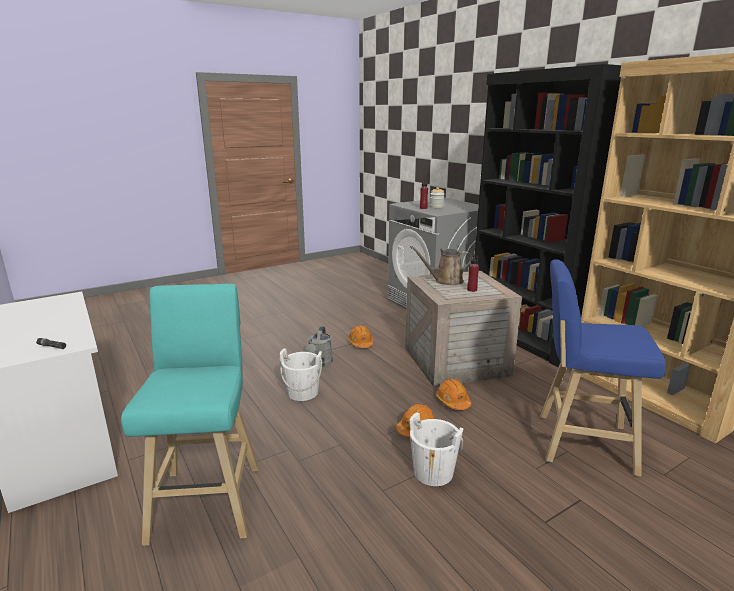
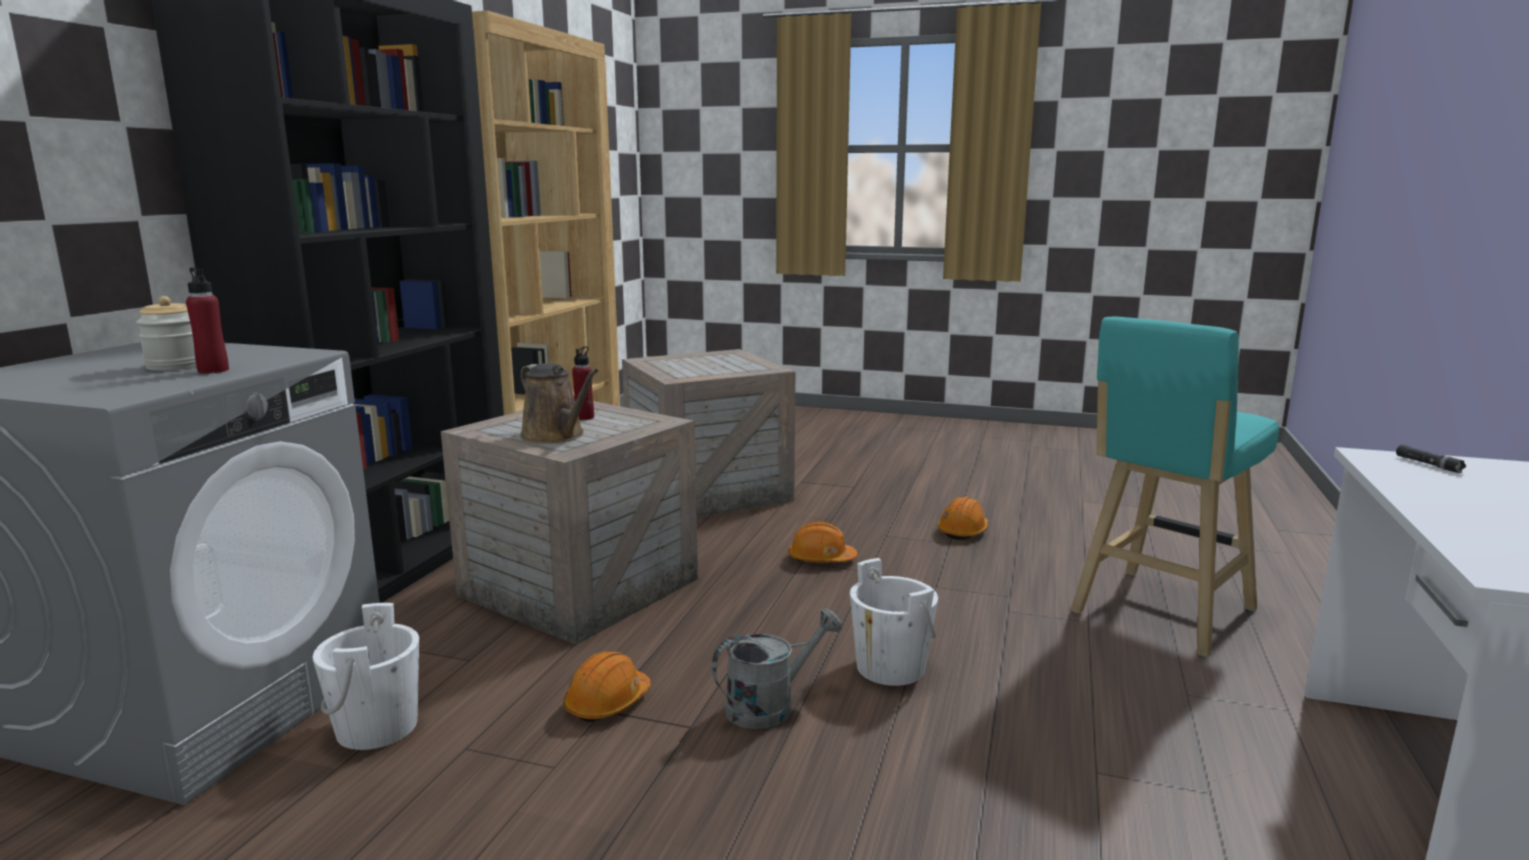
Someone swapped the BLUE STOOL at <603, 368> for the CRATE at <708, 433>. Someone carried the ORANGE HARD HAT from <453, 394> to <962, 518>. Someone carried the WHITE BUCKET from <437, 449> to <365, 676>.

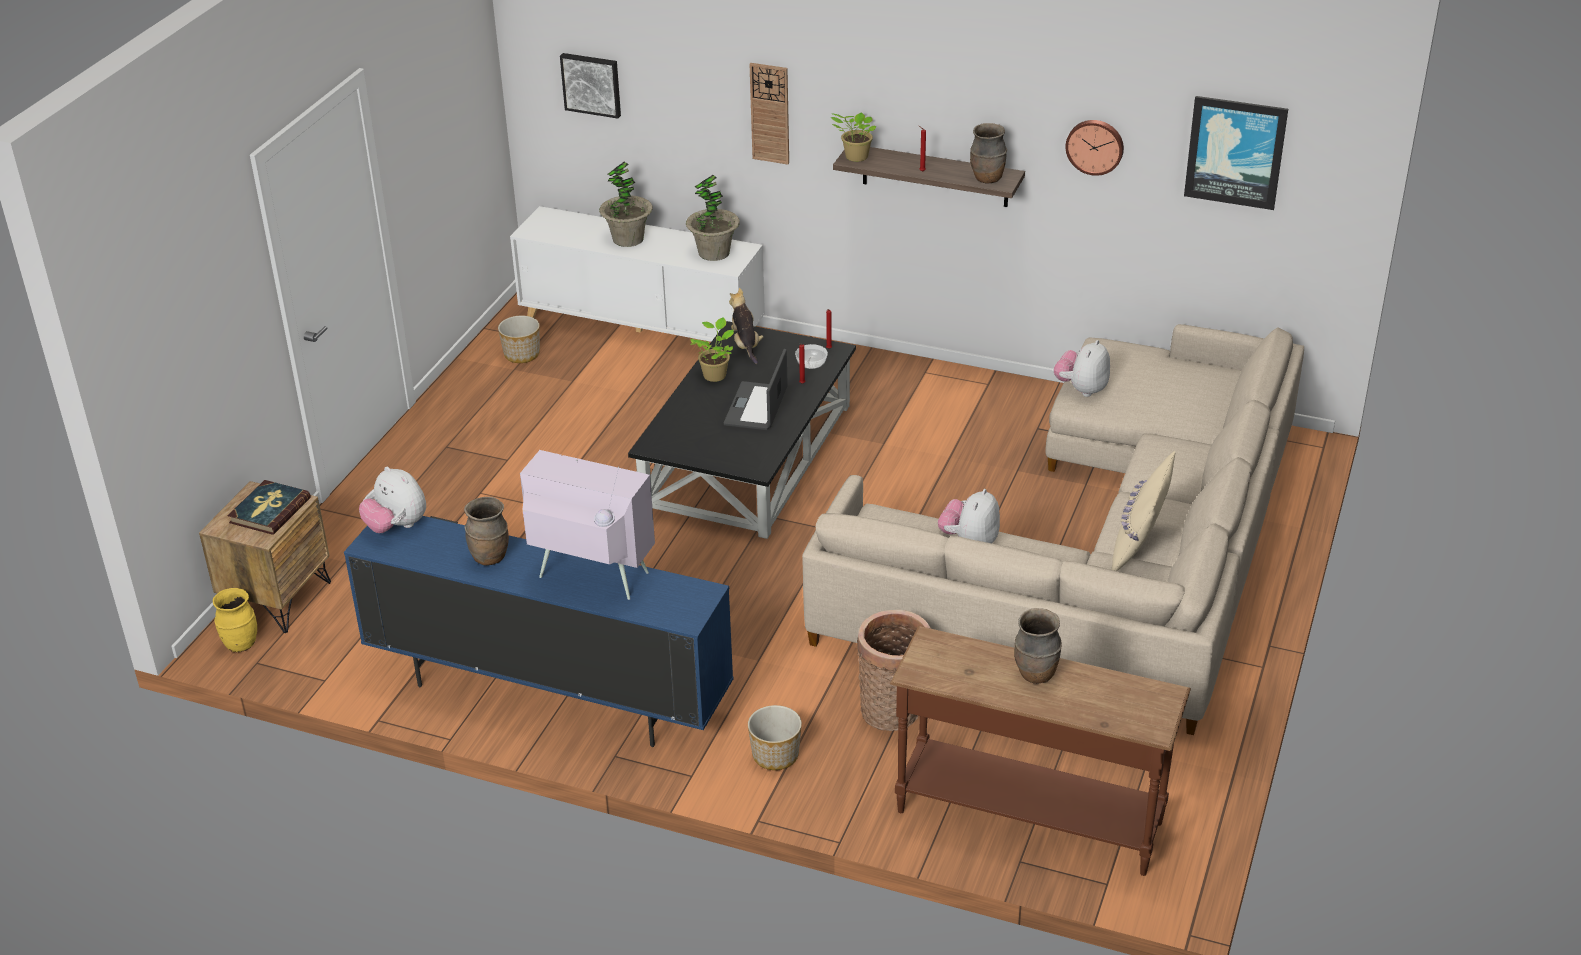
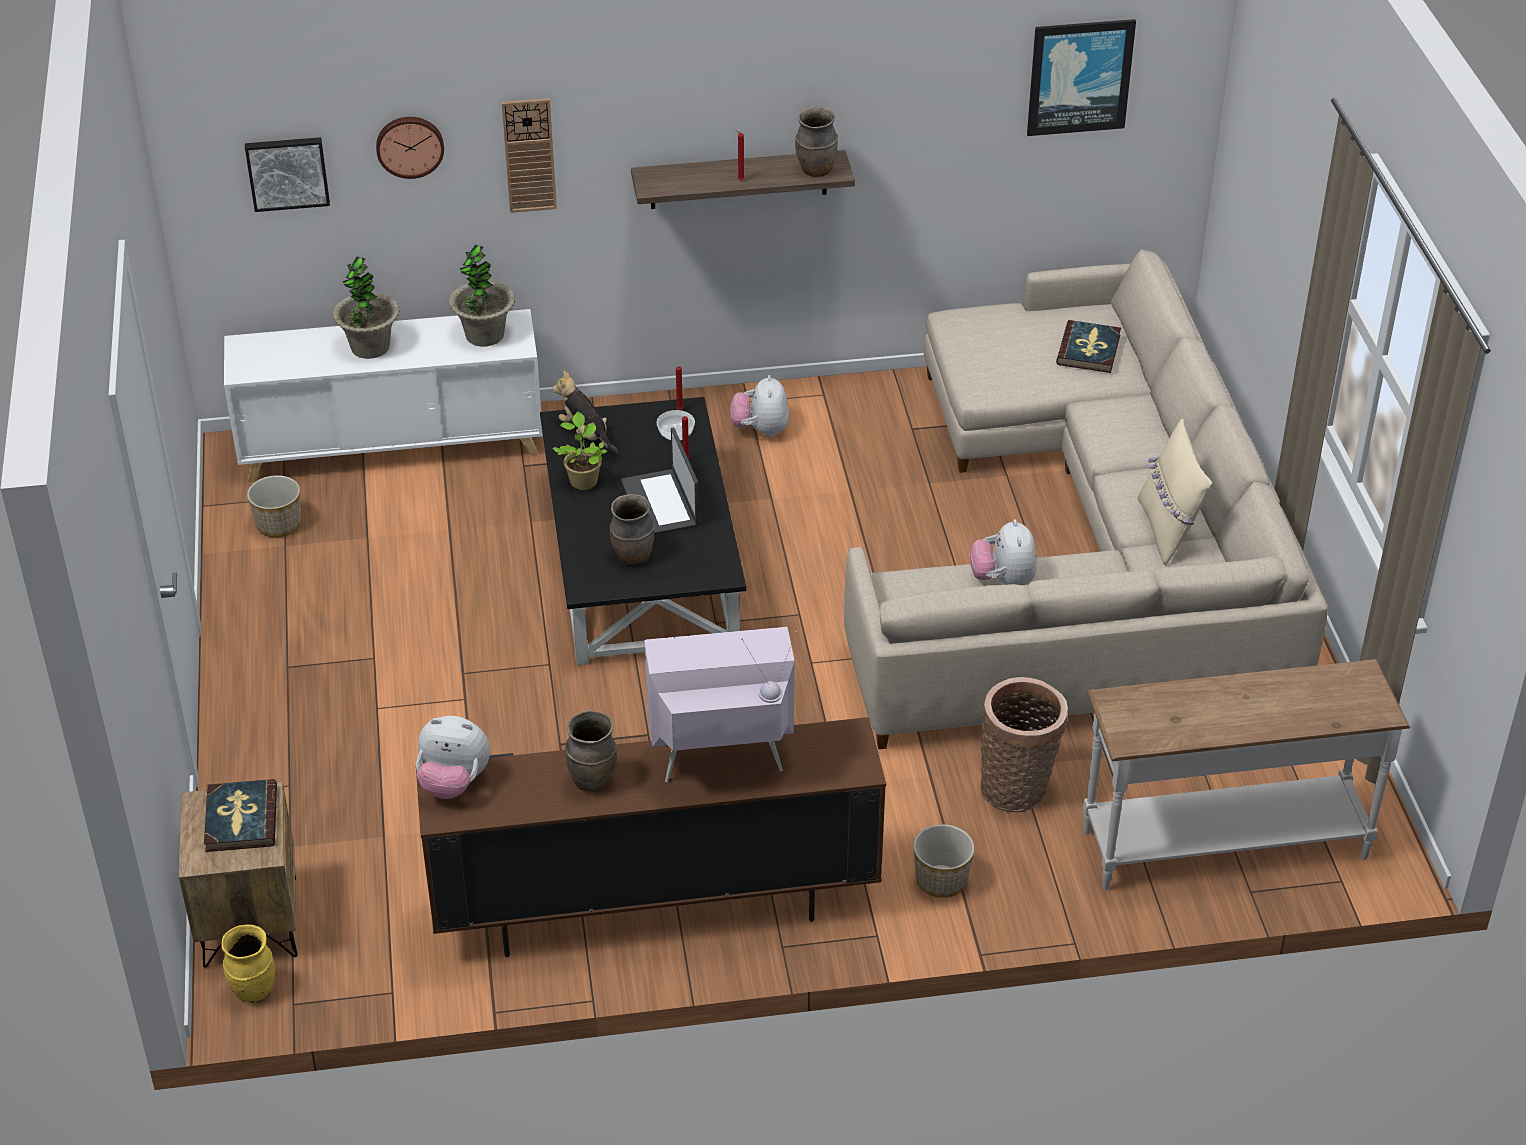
Someone took away the POTTED PLANT at <853, 137>. Someone carried the WALL CLOCK from <1094, 148> to <410, 148>. Someone carried the PLUSH TOY from <1082, 368> to <759, 406>. Someone repainted the BLUE TV STAND at <539, 631>, which became the BROWN TV STAND at <651, 837>. Someone carried the BROWN VASE from <1038, 646> to <632, 530>. Someone repainted the BROWN CONSOLE TABLE at <1040, 751>, which became the WHITE CONSOLE TABLE at <1246, 774>. Someone put down the BOOK at <1088, 346>.

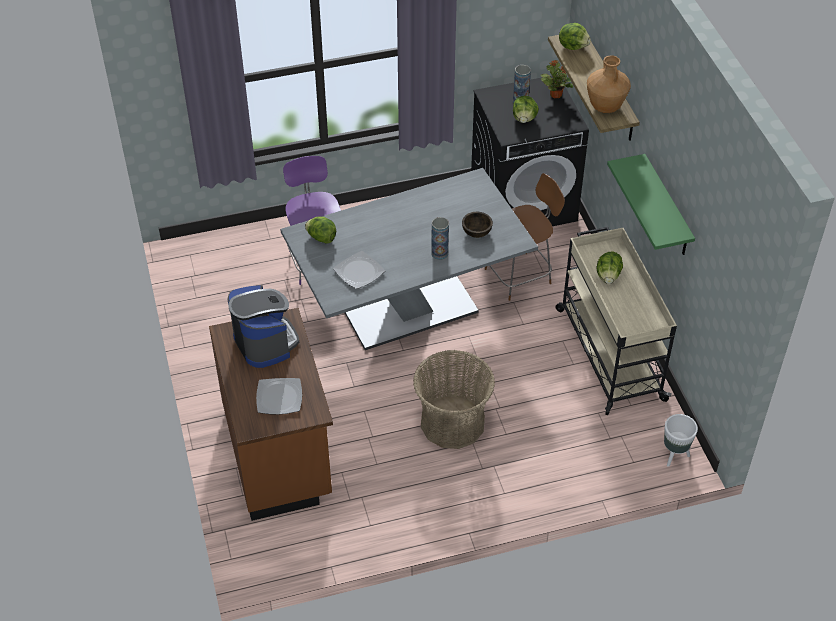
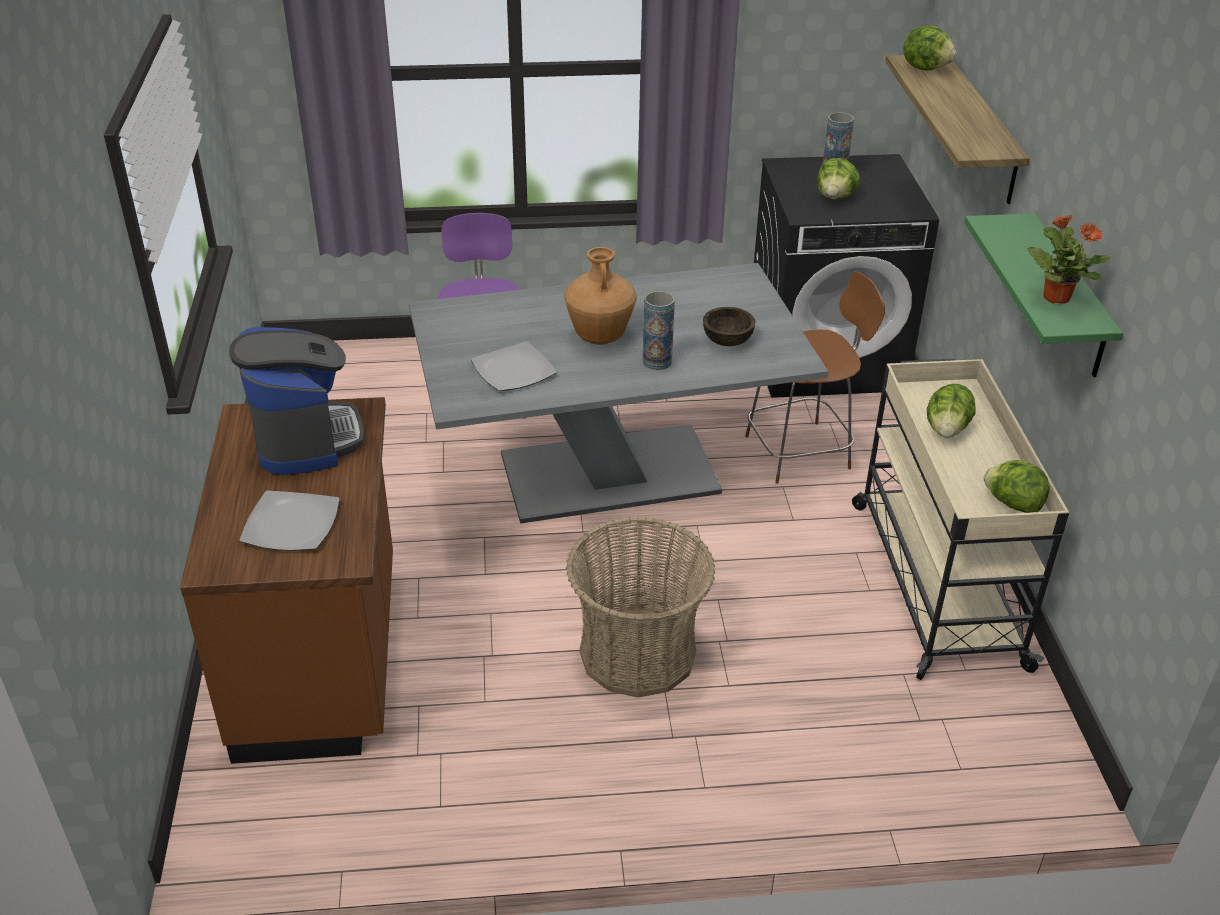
Someone carried the BROWN VASE from <609, 84> to <600, 296>. Someone carried the POTTED PLANT from <556, 79> to <1069, 259>. Someone carried the LETTUCE from <320, 230> to <1016, 486>. Someone took away the WHITE PLANTER at <681, 440>.

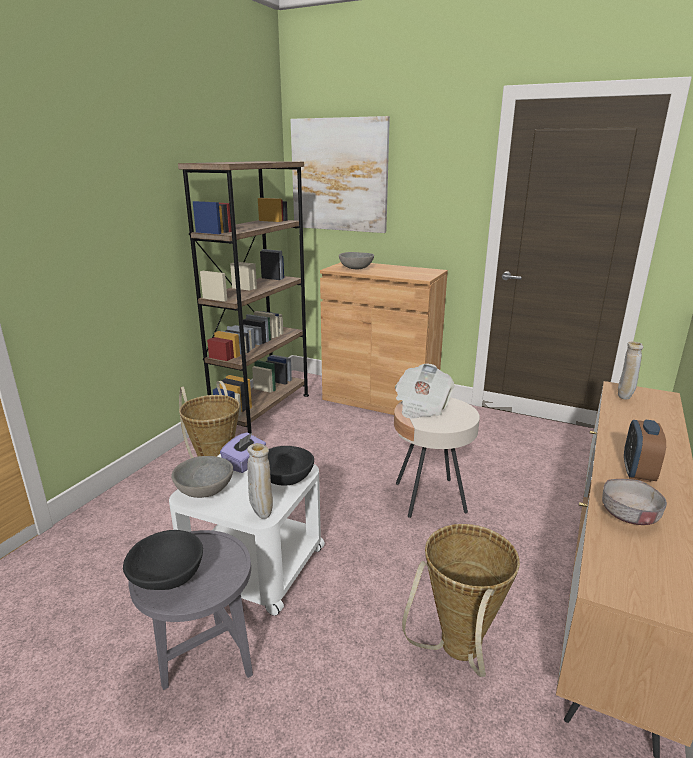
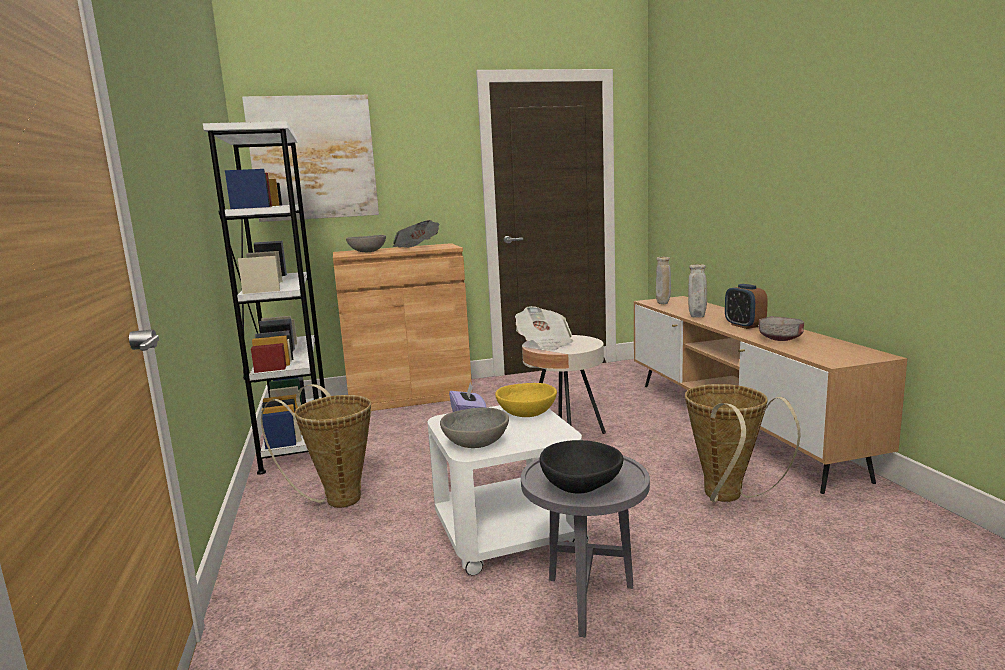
Someone repainted the BROWN BOOKCASE at <243, 297>, which became the WHITE BOOKCASE at <264, 298>. Someone carried the BEIGE VASE from <260, 481> to <697, 291>. Someone repainted the BLACK BOWL at <291, 466>, which became the YELLOW BOWL at <526, 400>. Someone put down the NEWSPAPER at <416, 234>.

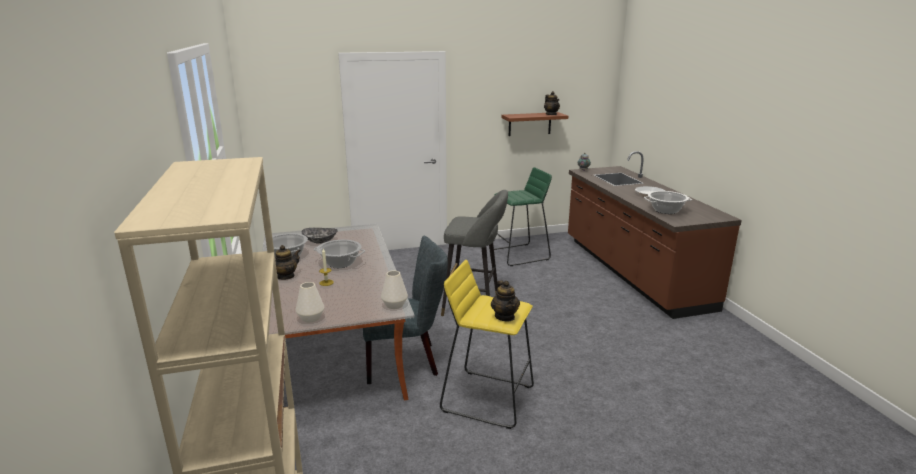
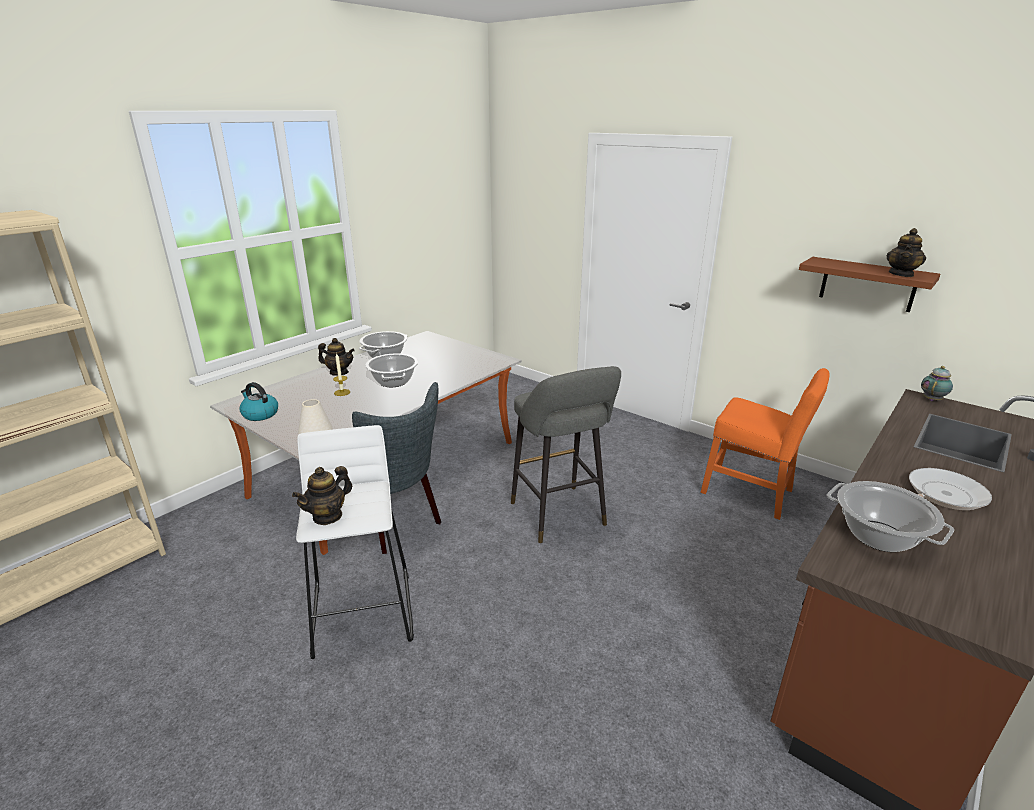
Someone swapped the GREEN STOOL at <523, 216> for the ORANGE CHAIR at <765, 444>. Someone took away the BOWL at <320, 236>. Someone repainted the YELLOW STOOL at <487, 344>, which became the WHITE STOOL at <355, 542>. Someone swapped the WHITE VASE at <310, 302> for the KETTLE at <258, 401>.

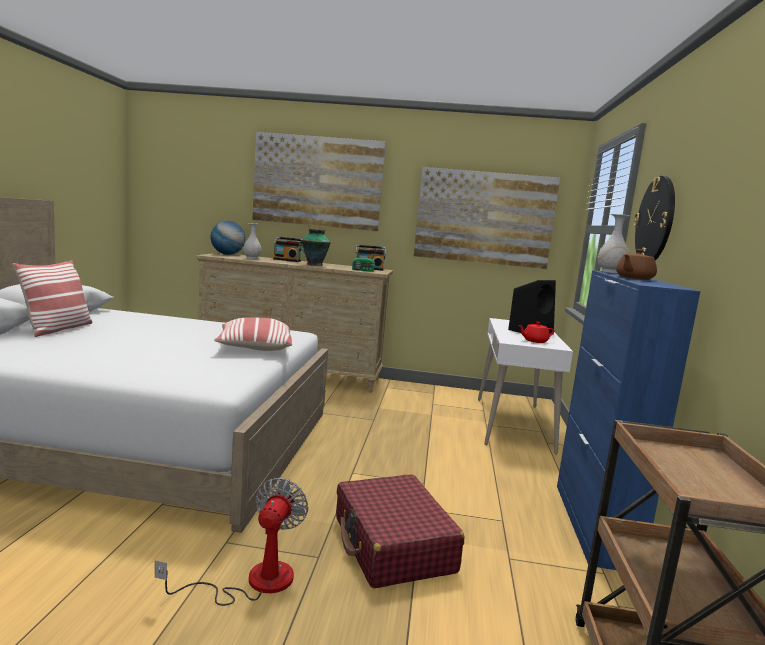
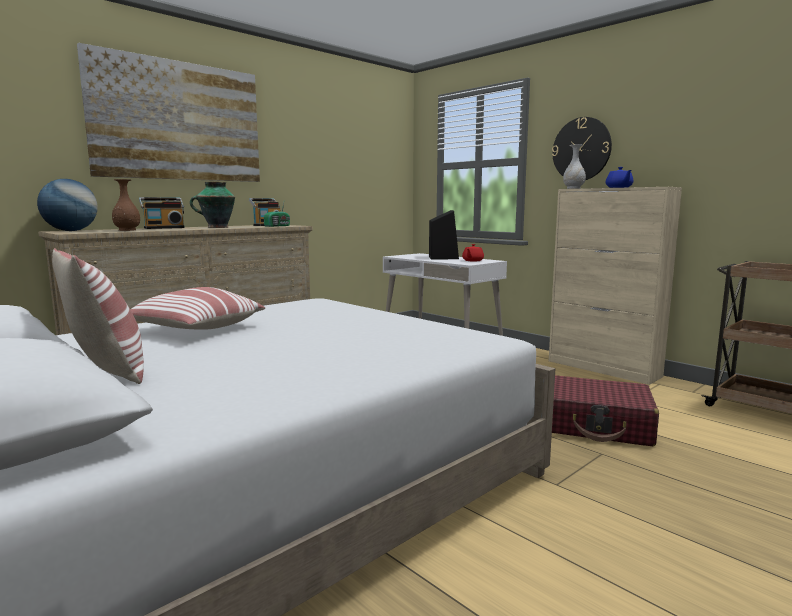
Someone took away the PICTURE at <487, 218>. Someone repainted the WHITE VASE at <252, 241>, which became the BROWN VASE at <126, 205>. Someone repainted the BROWN TEAPOT at <636, 264>, which became the BLUE TEAPOT at <619, 177>. Someone repainted the BLUE CABINET at <629, 420>, which became the BEIGE CABINET at <615, 286>. Someone carried the PILLOW from <253, 334> to <197, 308>. Someone took away the FAN at <231, 542>.

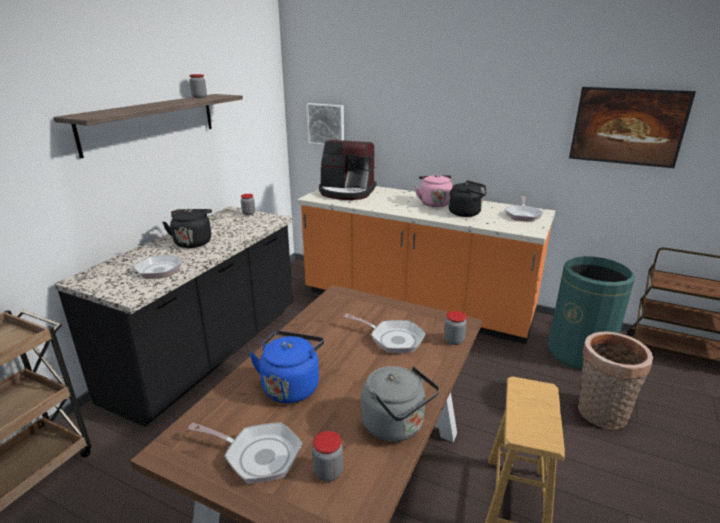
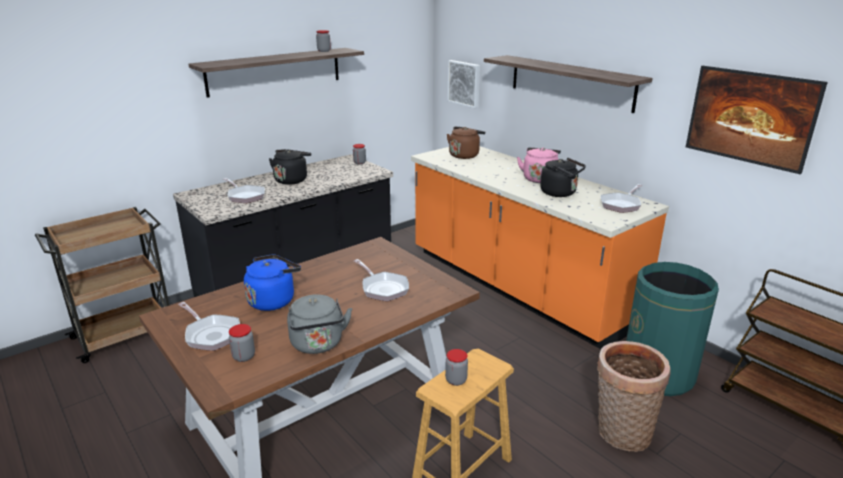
Someone swapped the COFFEE MACHINE at <347, 170> for the BROWN KETTLE at <466, 143>. Someone carried the JAR from <455, 328> to <456, 367>. Someone put up the SHELF at <568, 84>.

